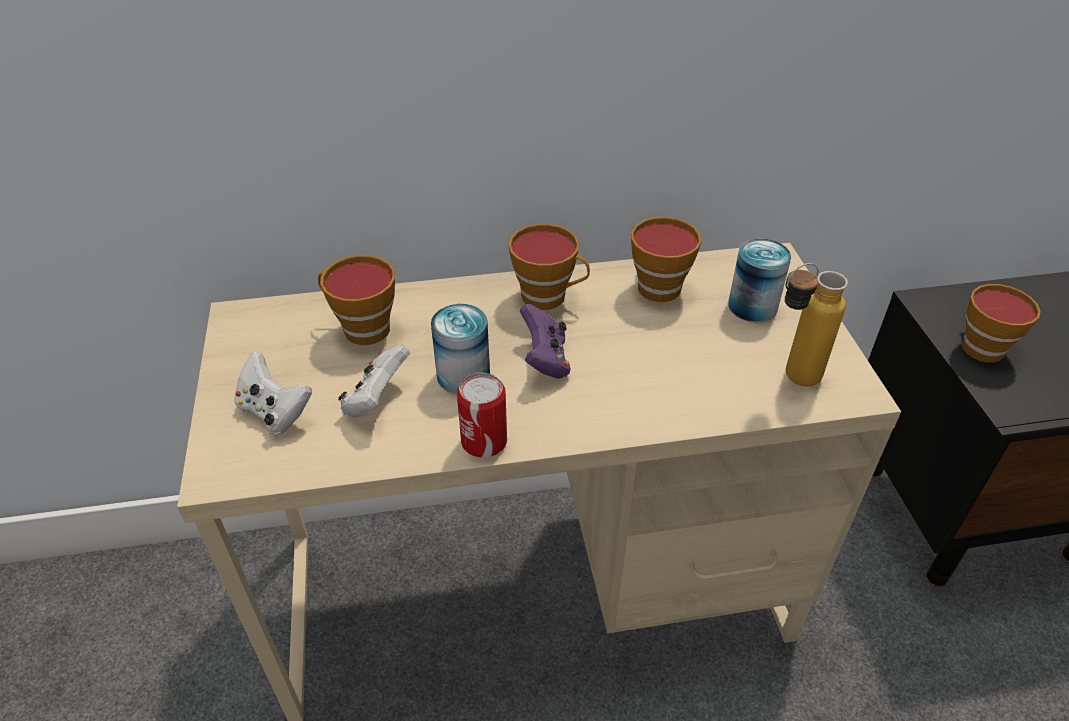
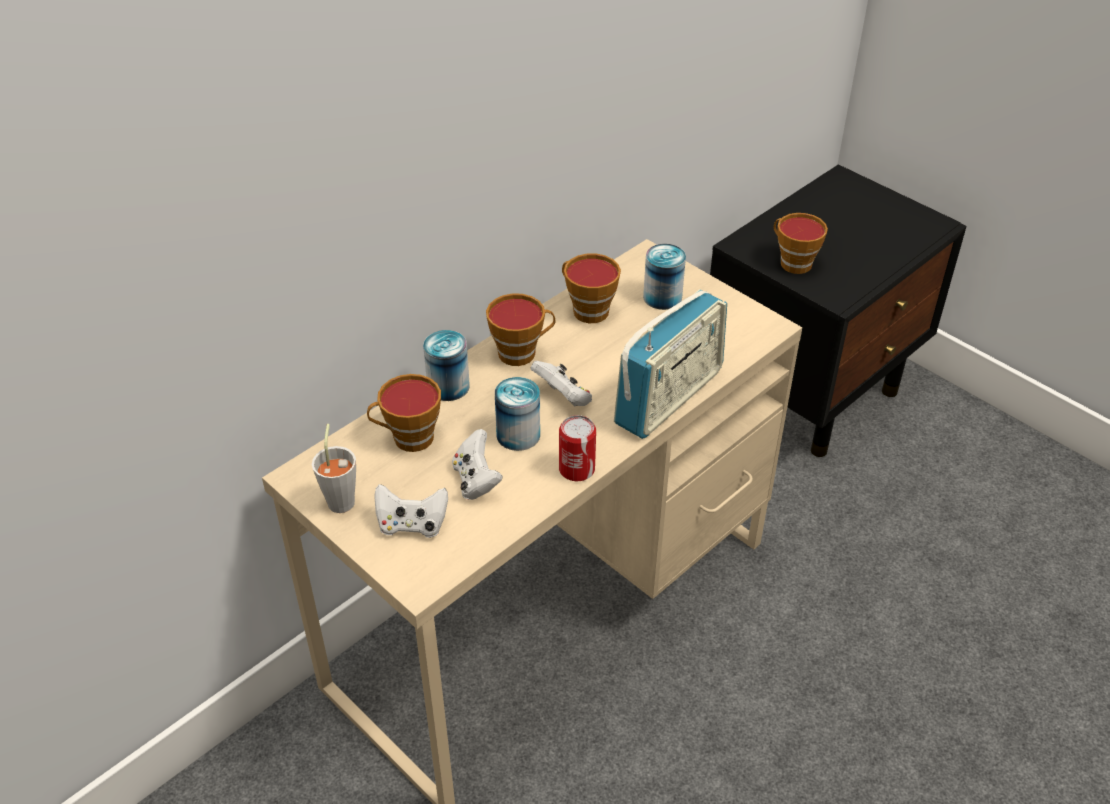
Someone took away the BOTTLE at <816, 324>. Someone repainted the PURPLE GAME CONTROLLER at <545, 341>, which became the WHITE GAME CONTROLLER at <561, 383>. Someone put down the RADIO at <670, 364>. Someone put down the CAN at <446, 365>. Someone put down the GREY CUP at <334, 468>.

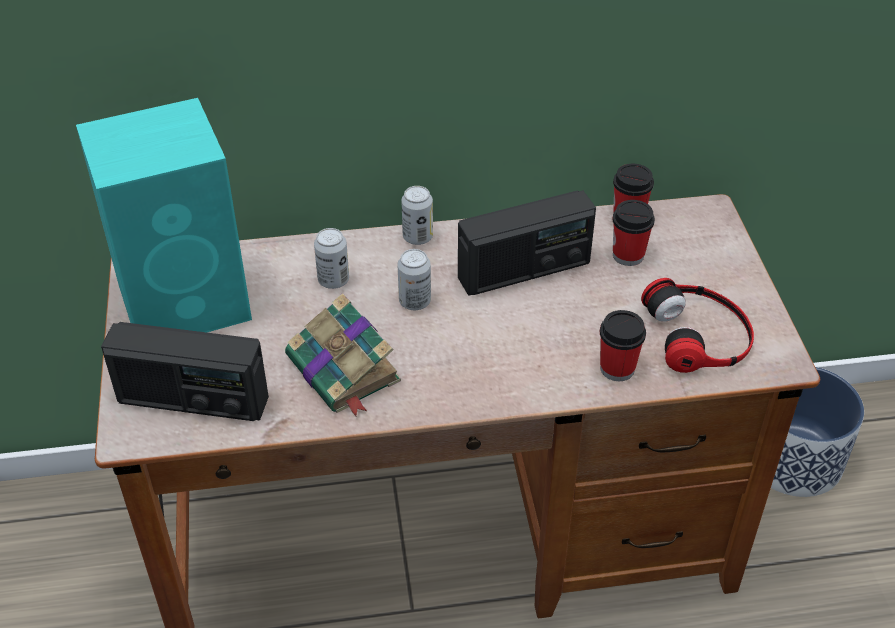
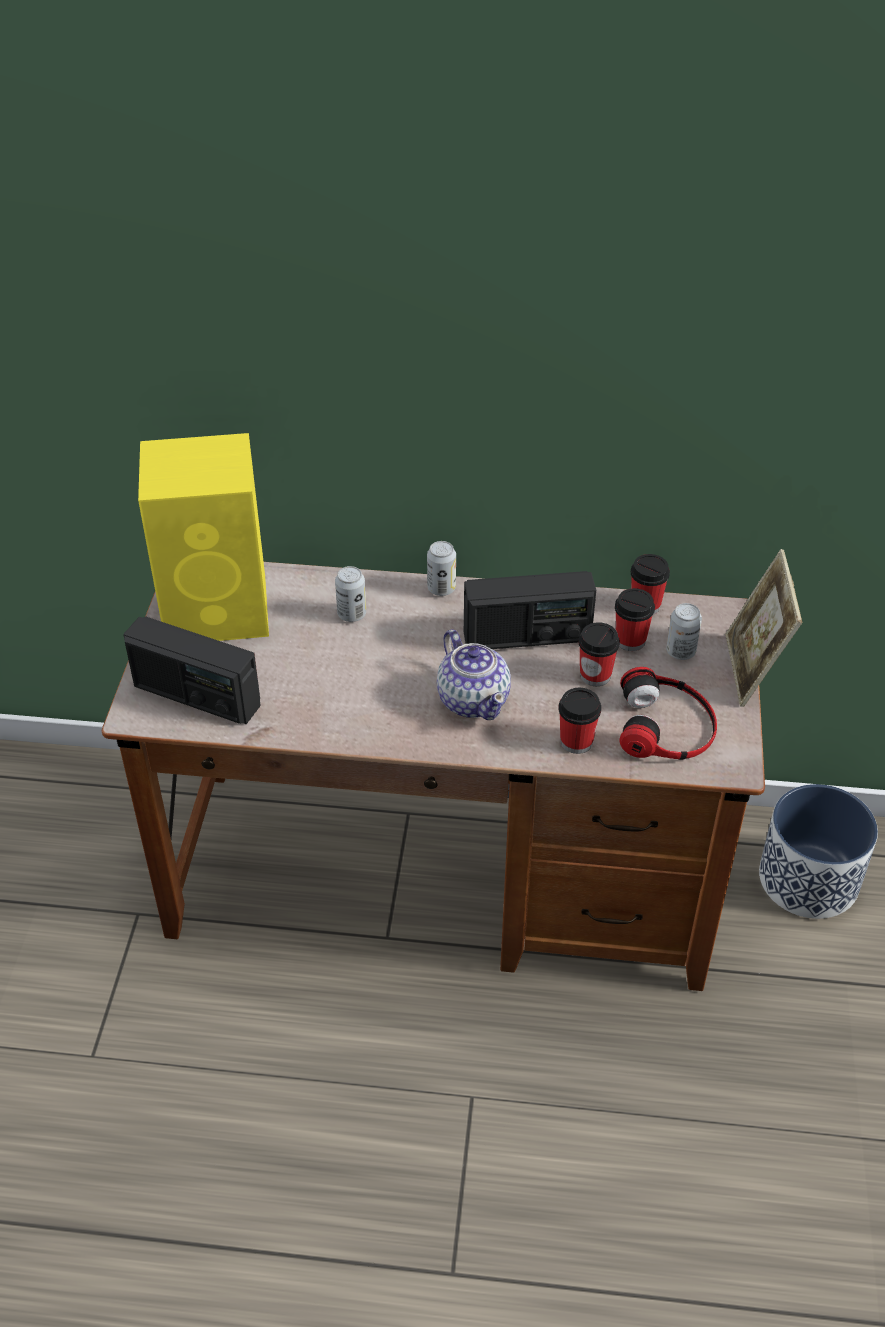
Someone repainted the TURQUOISE SPEAKER at <164, 215>, which became the YELLOW SPEAKER at <203, 537>. Someone carried the CAN from <414, 279> to <684, 631>. Someone took away the BOOK at <343, 354>. Someone put down the PICTURE FRAME at <763, 628>. Someone put down the CUP at <599, 654>. Someone put down the TEAPOT at <474, 674>.

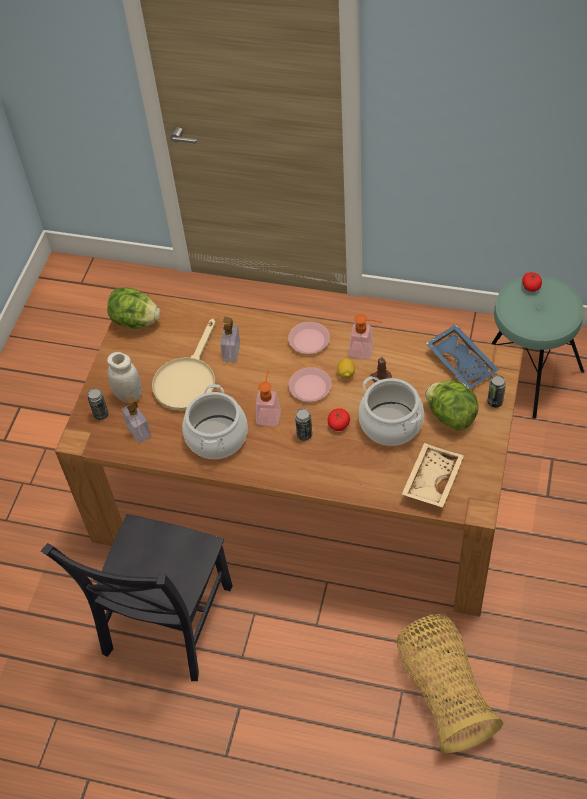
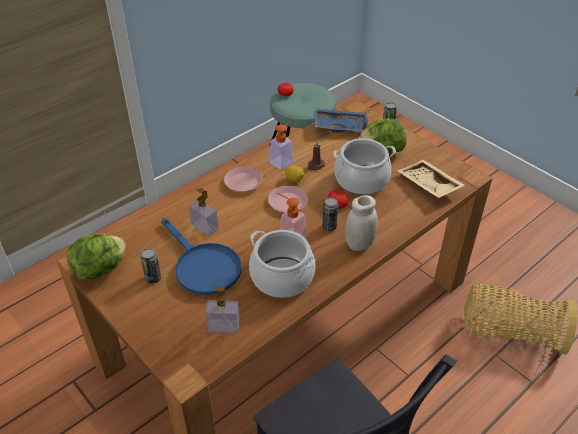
Someone repainted the BEIGE FRYING PAN at <184, 365>, which became the BLUE FRYING PAN at <202, 256>. Someone carried the WHITE JAR from <124, 377> to <361, 223>. Someone carried the CAN from <98, 404> to <150, 265>.

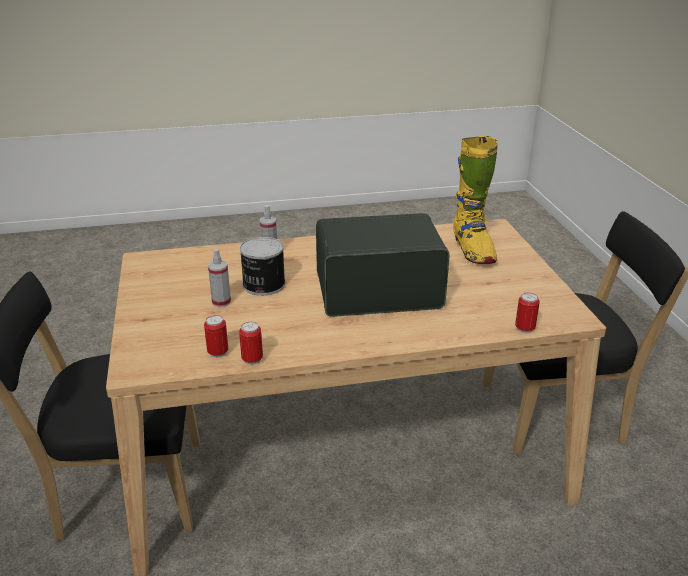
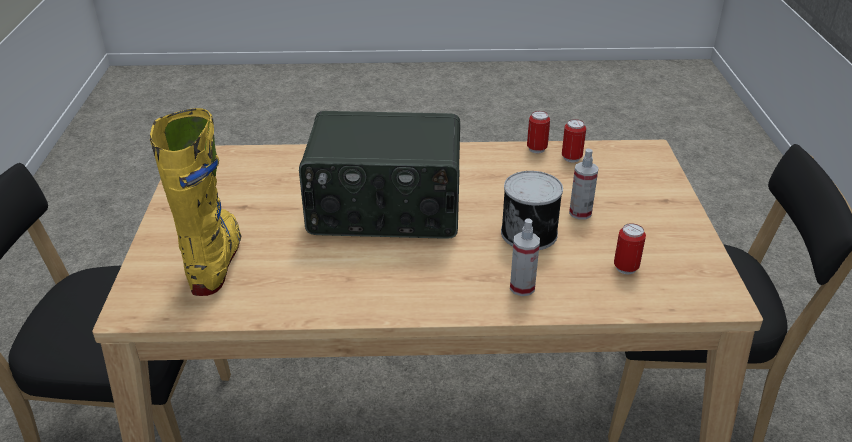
Someone carried the CAN from <527, 313> to <630, 248>.

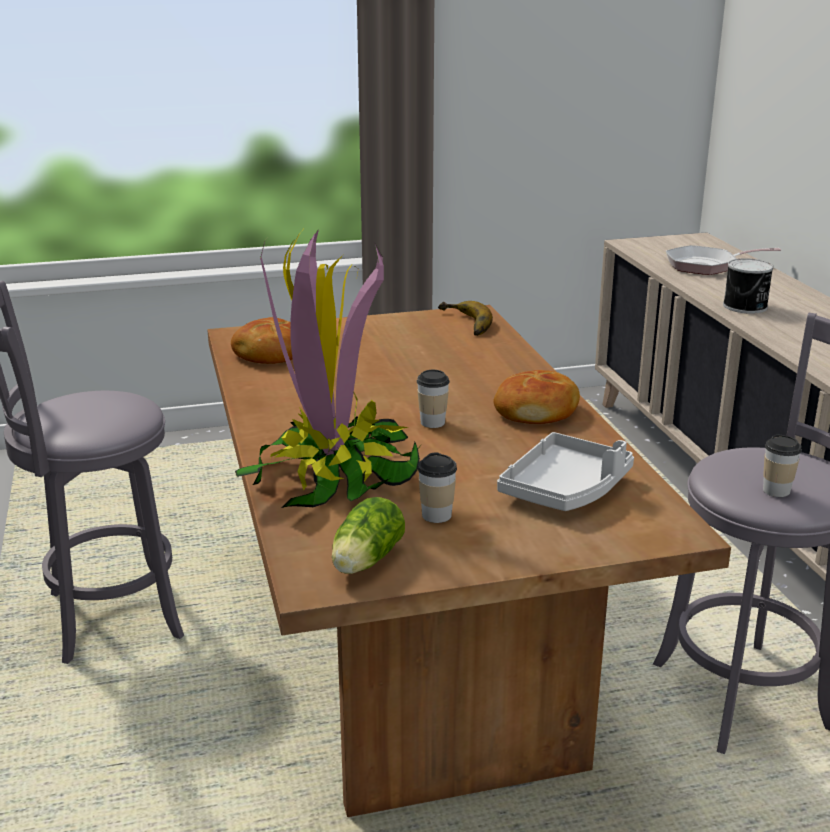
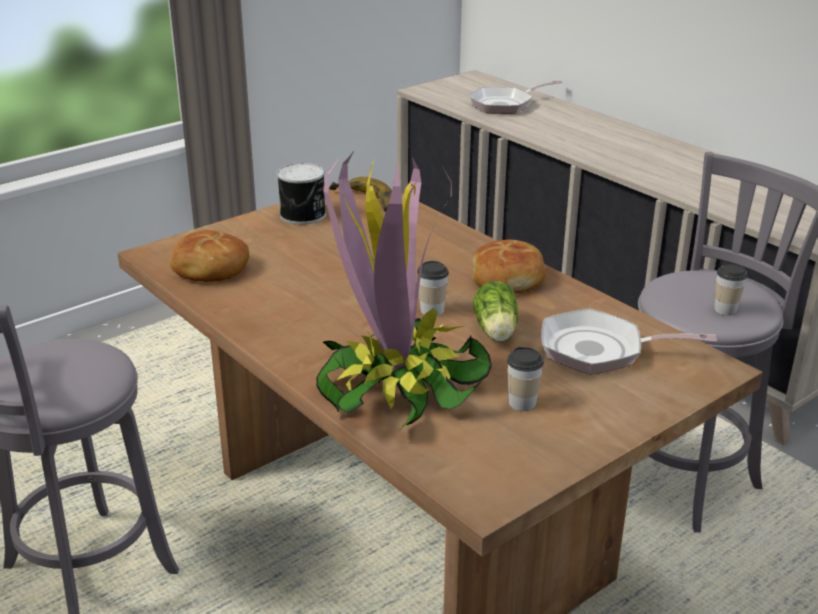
Someone carried the CAN from <748, 286> to <301, 194>. Someone swapped the GREY TRAY at <565, 471> for the FRYING PAN at <629, 342>. Someone carried the LETTUCE from <368, 535> to <495, 311>.

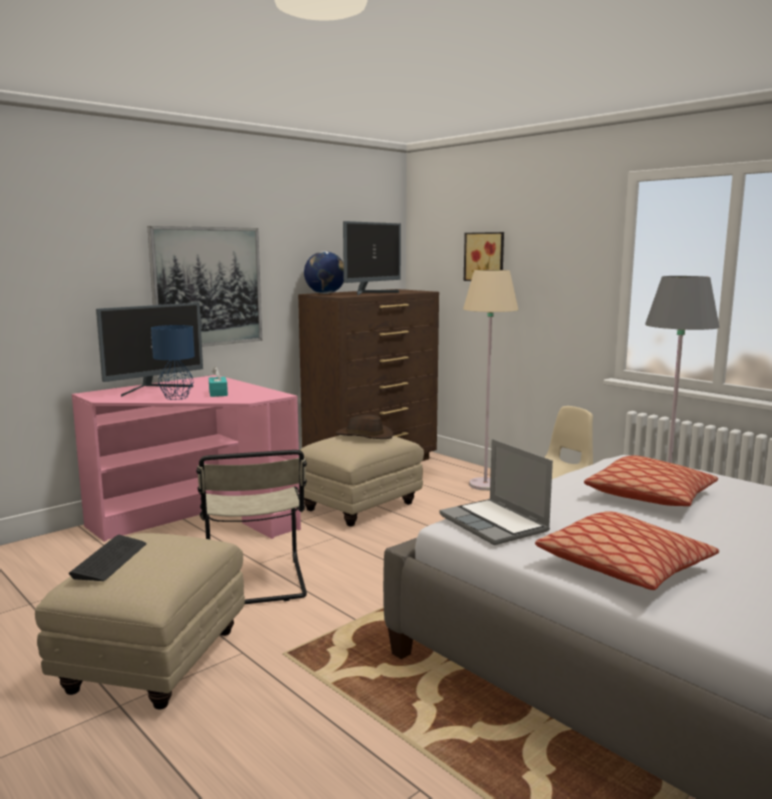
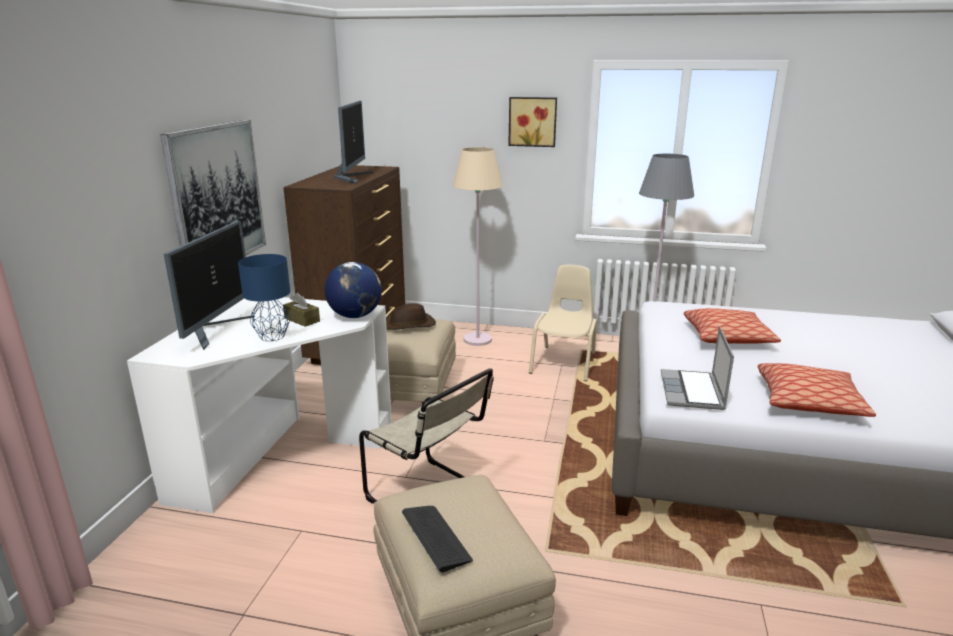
Someone carried the PICTURE from <484, 256> to <532, 122>. Someone carried the GLOBE from <324, 272> to <353, 290>. Someone repainted the TURQUOISE TISSUE BOX at <218, 382>, which became the BROWN TISSUE BOX at <301, 310>. Someone repainted the PINK DESK at <186, 458>, which became the WHITE DESK at <259, 405>. Someone rotated the LAPTOP at <496, 492> by 75 degrees clockwise.

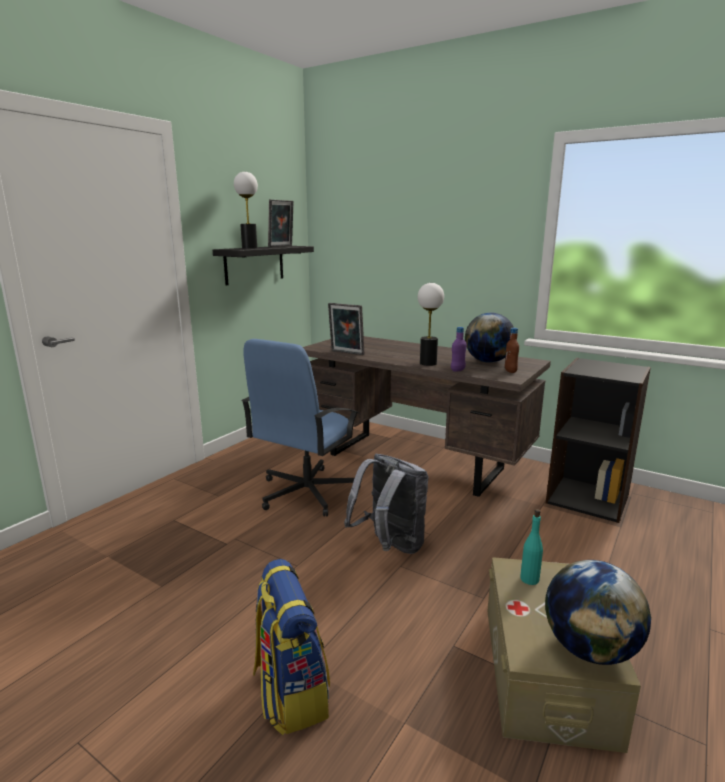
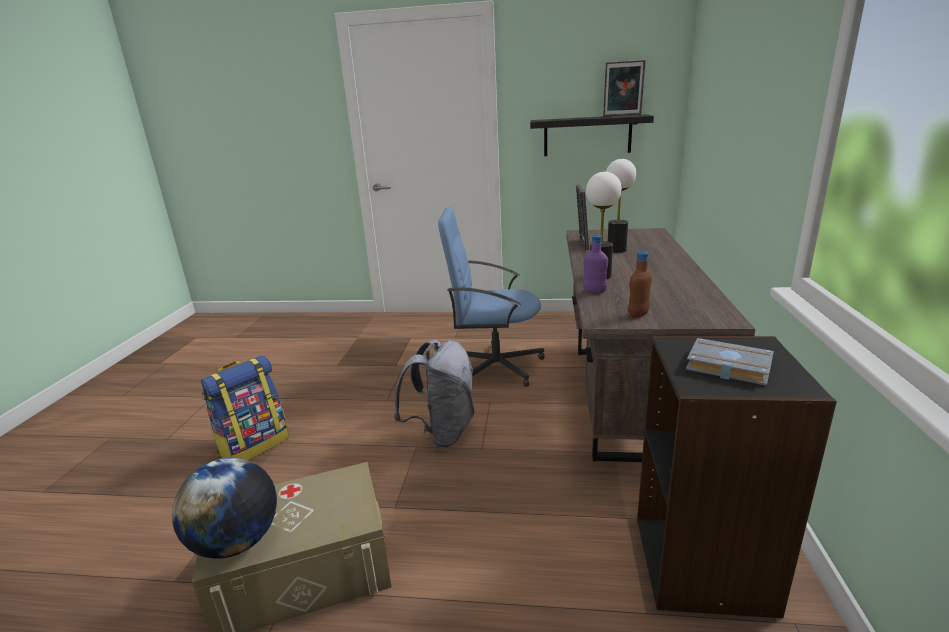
Someone carried the TABLE LAMP from <246, 210> to <621, 206>. Someone took away the GLOBE at <489, 338>. Someone took away the TURQUOISE BOTTLE at <531, 547>. Someone put down the GREY BOOK at <730, 362>.

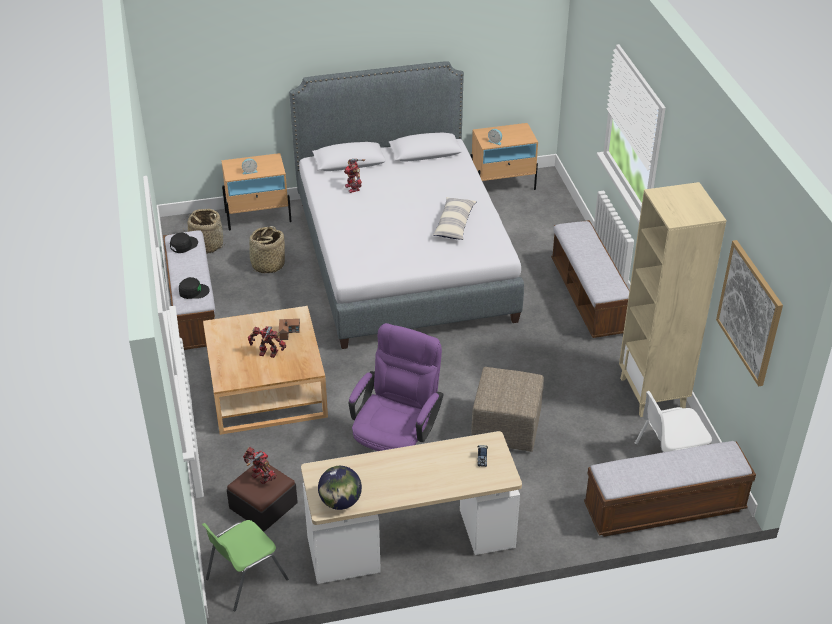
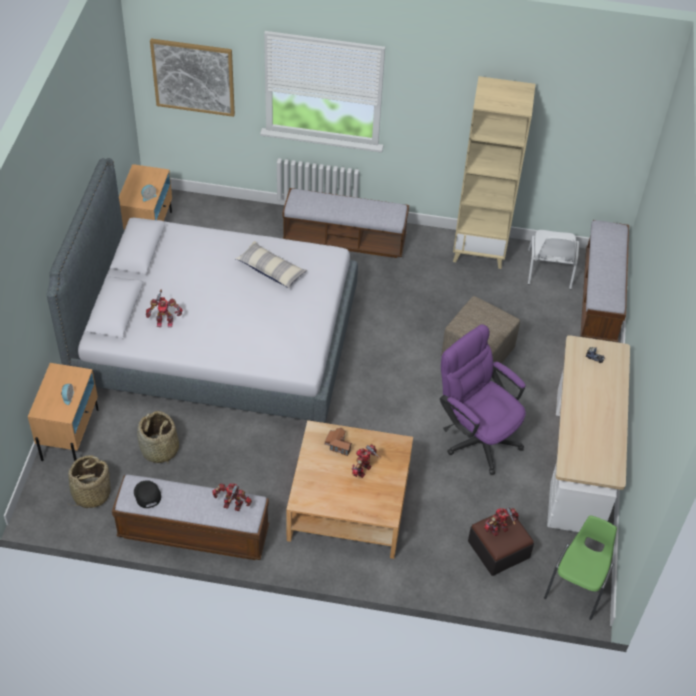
Someone carried the PICTURE from <749, 313> to <192, 77>. Someone swapped the BLACK CAP at <194, 288> for the TOY ROBOT at <232, 497>. Someone took away the GLOBE at <340, 488>. Someone rotated the GREEN CHAIR at <245, 566> by 135 degrees counterclockwise.

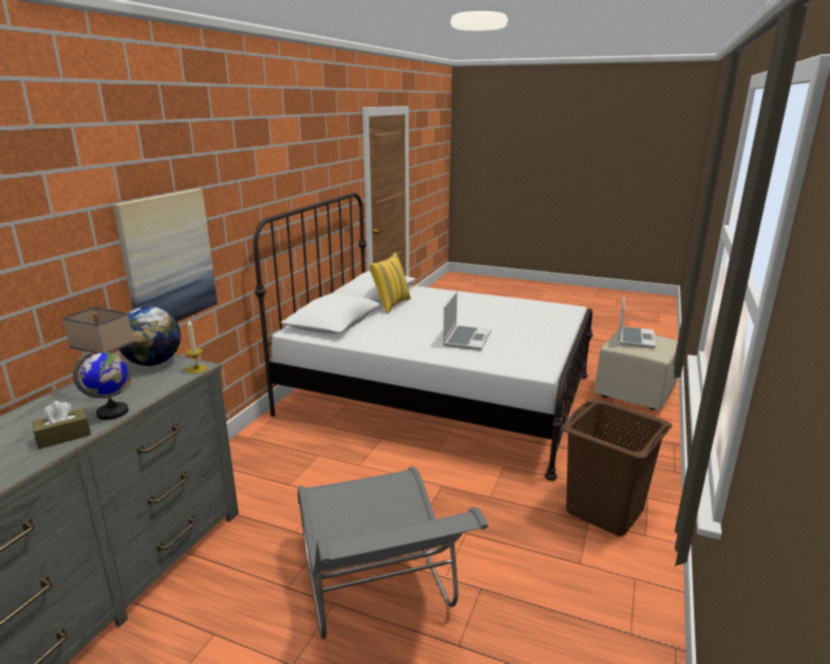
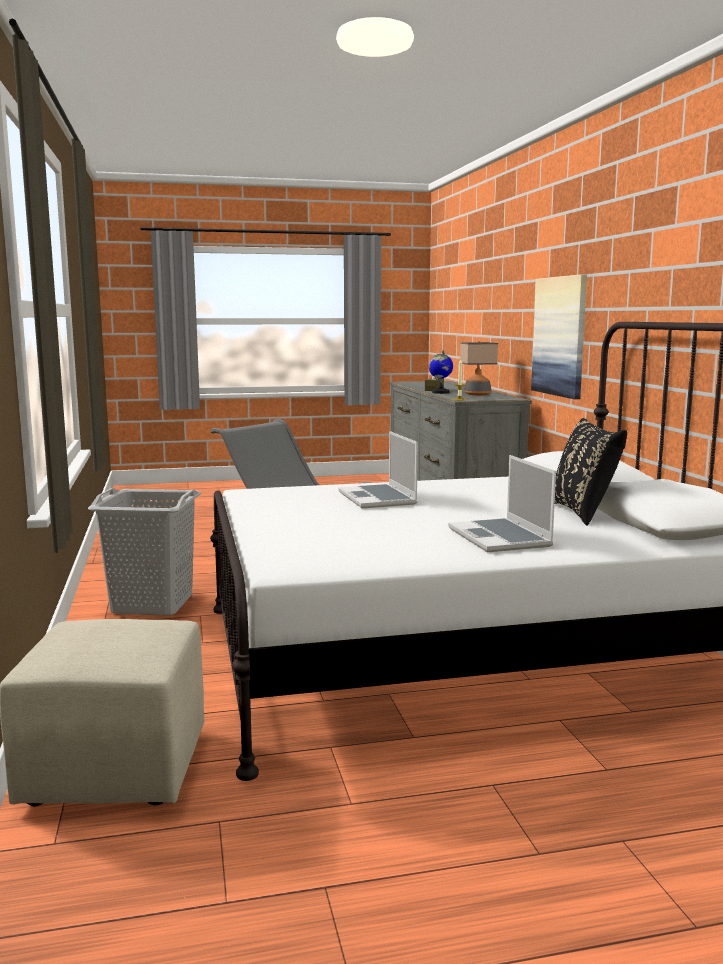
Someone repainted the YELLOW PILLOW at <390, 283>, which became the BLACK PILLOW at <591, 472>. Someone carried the LAPTOP from <637, 322> to <502, 503>. Someone took away the GLOBE at <150, 336>. Someone repainted the BROWN LAUNDRY BASKET at <617, 467>, which became the GREY LAUNDRY BASKET at <144, 551>.

